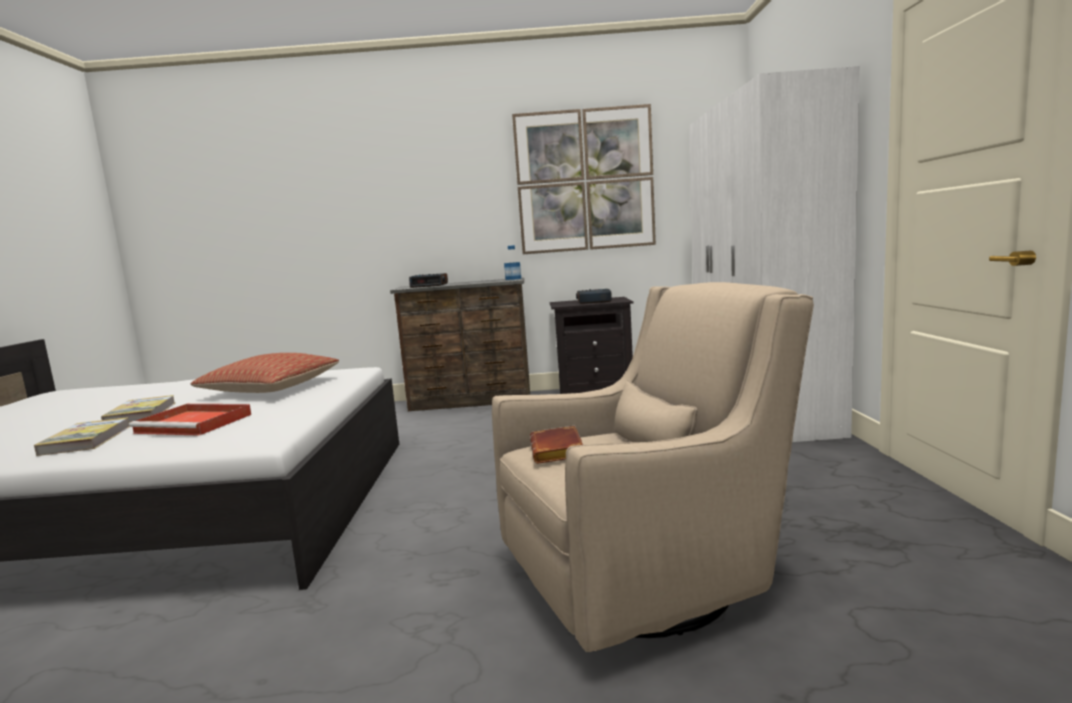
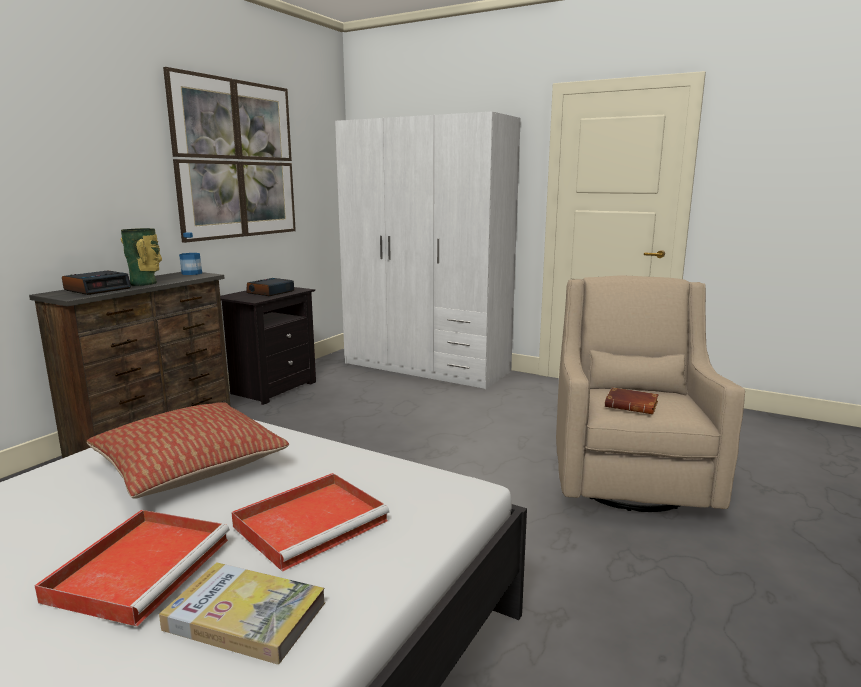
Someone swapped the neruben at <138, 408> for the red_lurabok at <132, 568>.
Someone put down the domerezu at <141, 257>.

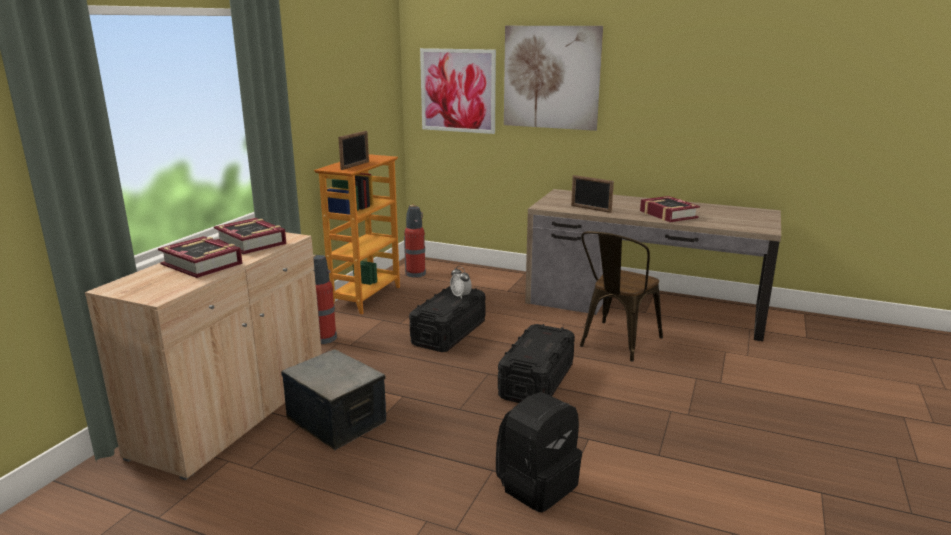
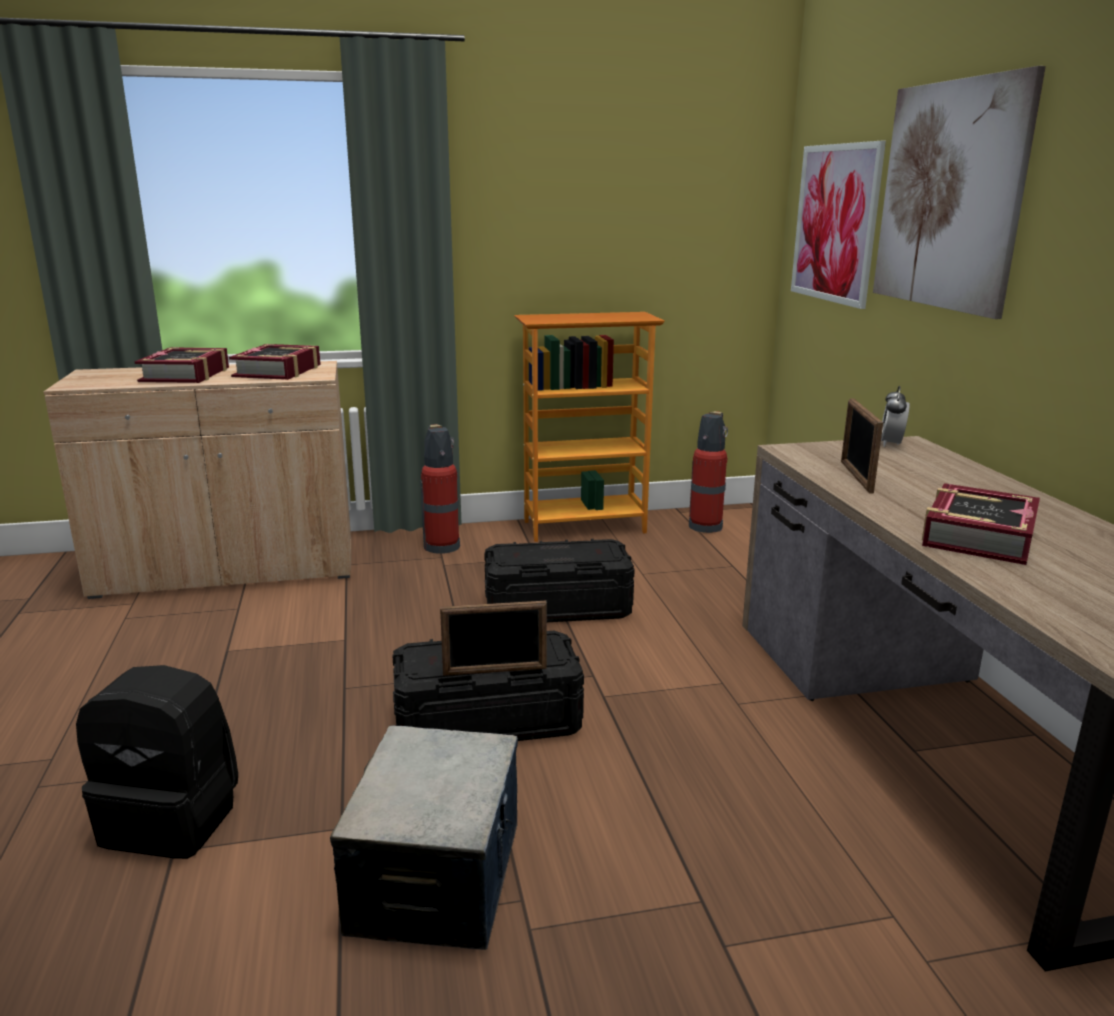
Someone carried the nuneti from <333, 399> to <424, 837>.
Someone carried the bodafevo from <353, 150> to <493, 638>.
Someone carried the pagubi from <461, 282> to <895, 416>.
Someone took away the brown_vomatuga at <621, 296>.

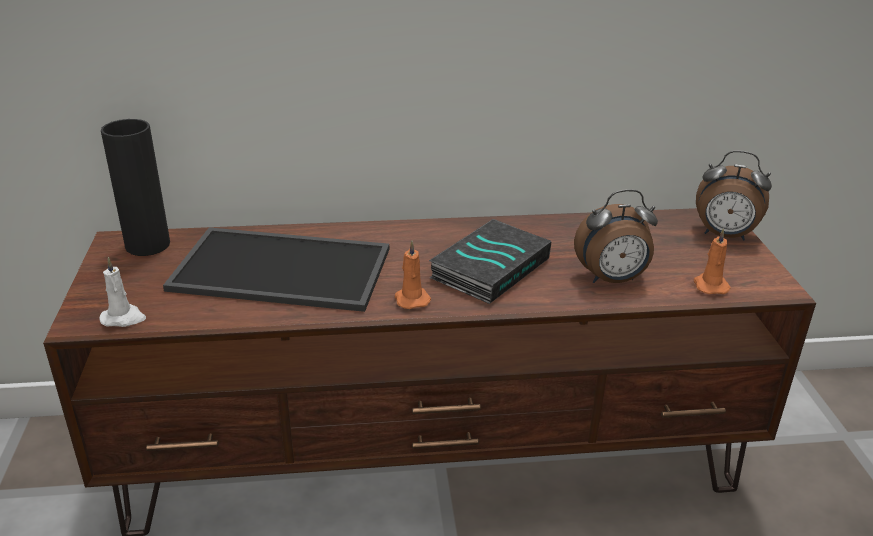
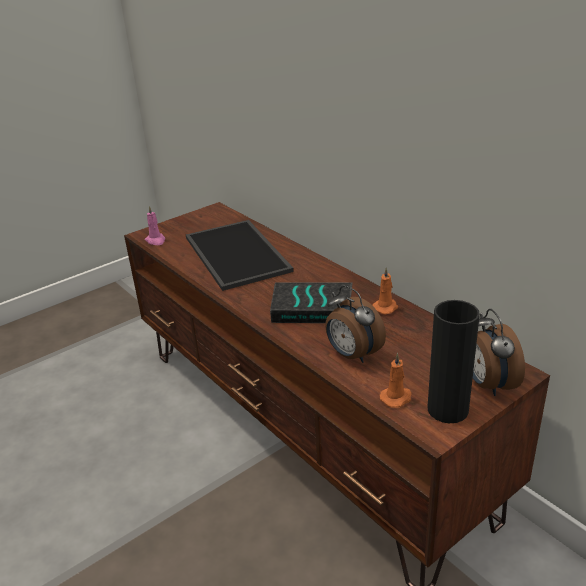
Someone repainted the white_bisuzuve at <122, 292>, which became the pink_bisuzuve at <155, 225>.
Someone carried the orange_bisuzuve from <413, 275> to <385, 291>.
Someone carried the black_domerezu from <135, 187> to <454, 361>.

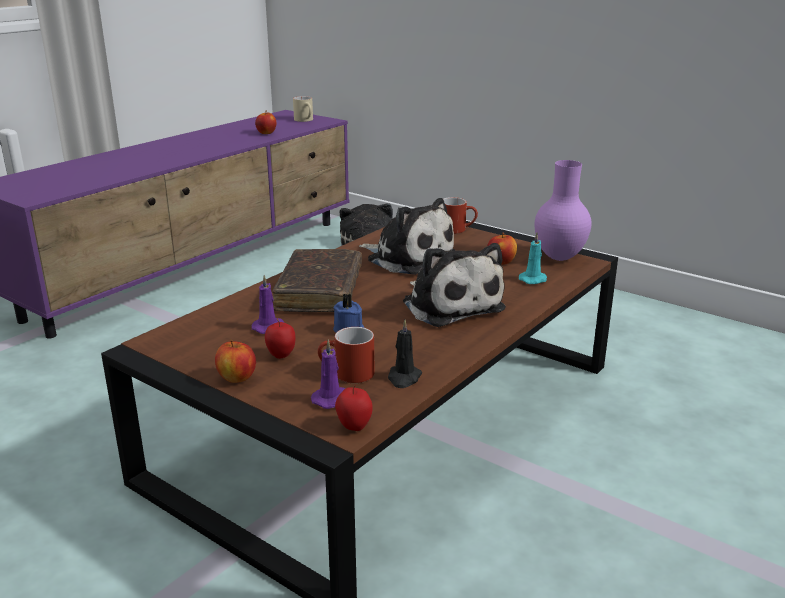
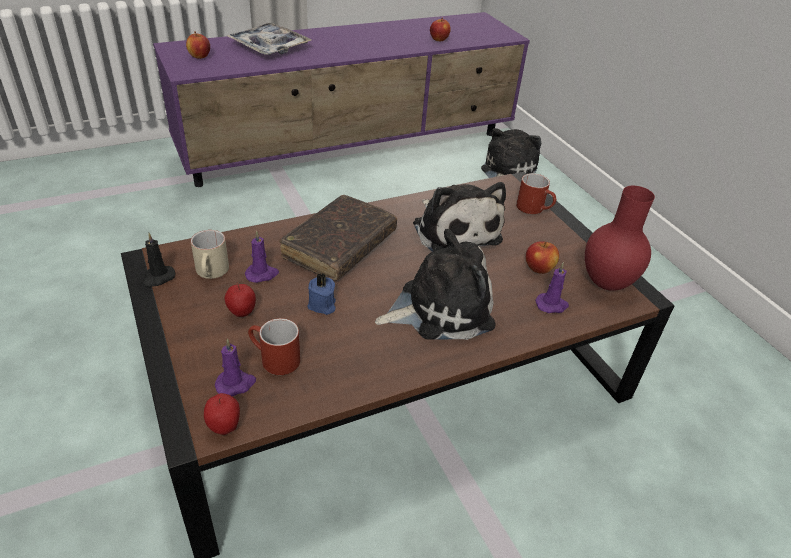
Someone carried the black_bisuzuve from <405, 354> to <158, 260>.
Someone carried the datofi from <235, 361> to <198, 45>.
Someone carried the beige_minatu from <303, 109> to <210, 254>.
Someone put down the lurabok at <269, 39>.
Someone rotated the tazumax at <454, 285> by 105 degrees counterclockwise.
Someone repainted the turquoise_bisuzuve at <533, 258>, which became the purple_bisuzuve at <552, 287>.
Someone repainted the purple_domerezu at <563, 210>, which became the red_domerezu at <620, 238>.

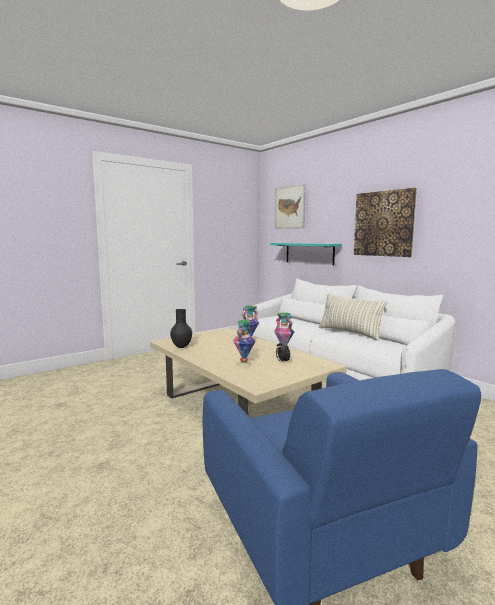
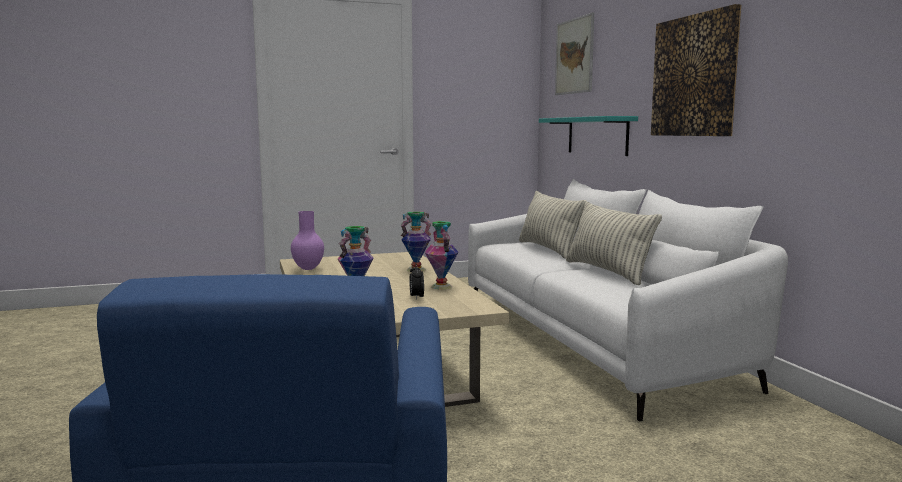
Someone repainted the black_domerezu at <181, 328>, which became the purple_domerezu at <307, 240>.
Someone put down the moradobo at <553, 225>.

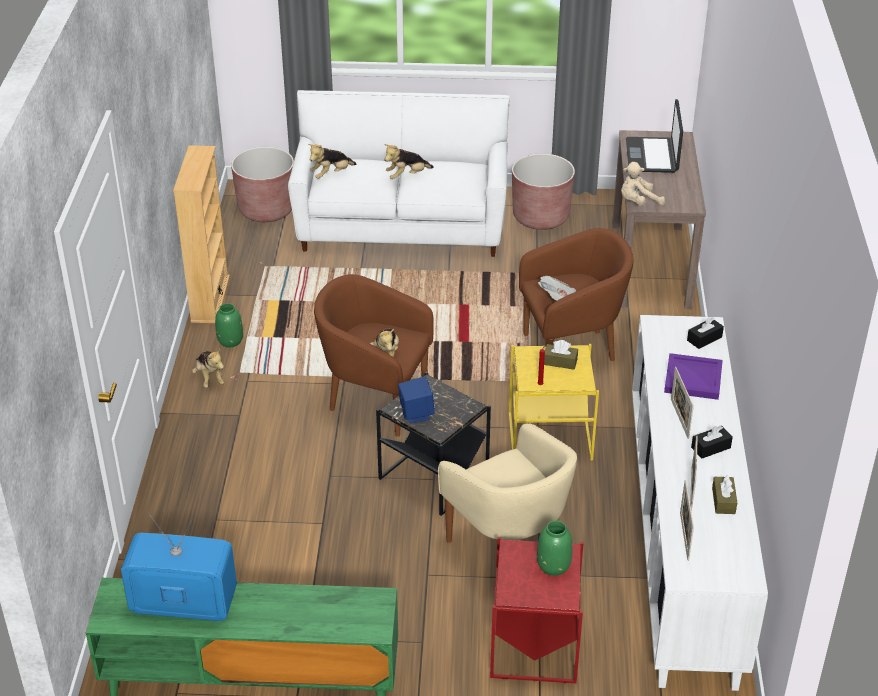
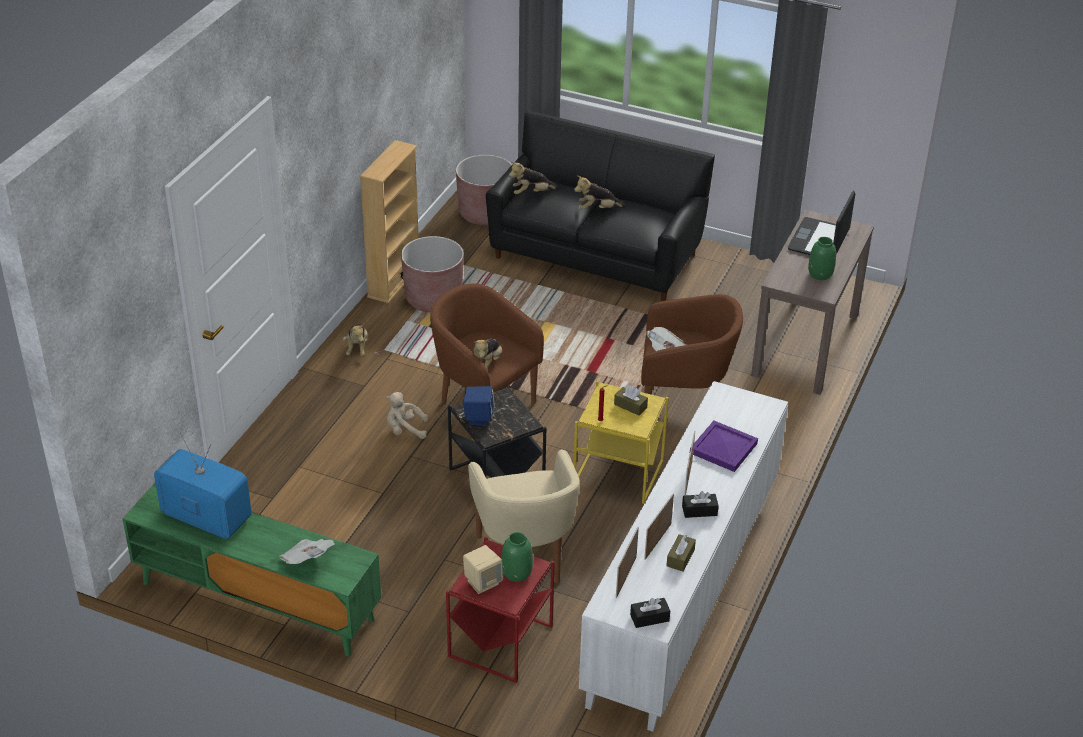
Someone put down the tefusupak at <307, 551>.
Someone carried the beige_tazumax from <643, 183> to <407, 415>.
Someone carried the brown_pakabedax from <543, 191> to <432, 274>.
Someone put down the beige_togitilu at <483, 569>.
Someone repainted the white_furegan at <399, 173>, which became the black_furegan at <600, 205>.
Someone carried the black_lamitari from <705, 333> to <650, 613>.
Someone carried the green_domerezu from <229, 325> to <822, 258>.

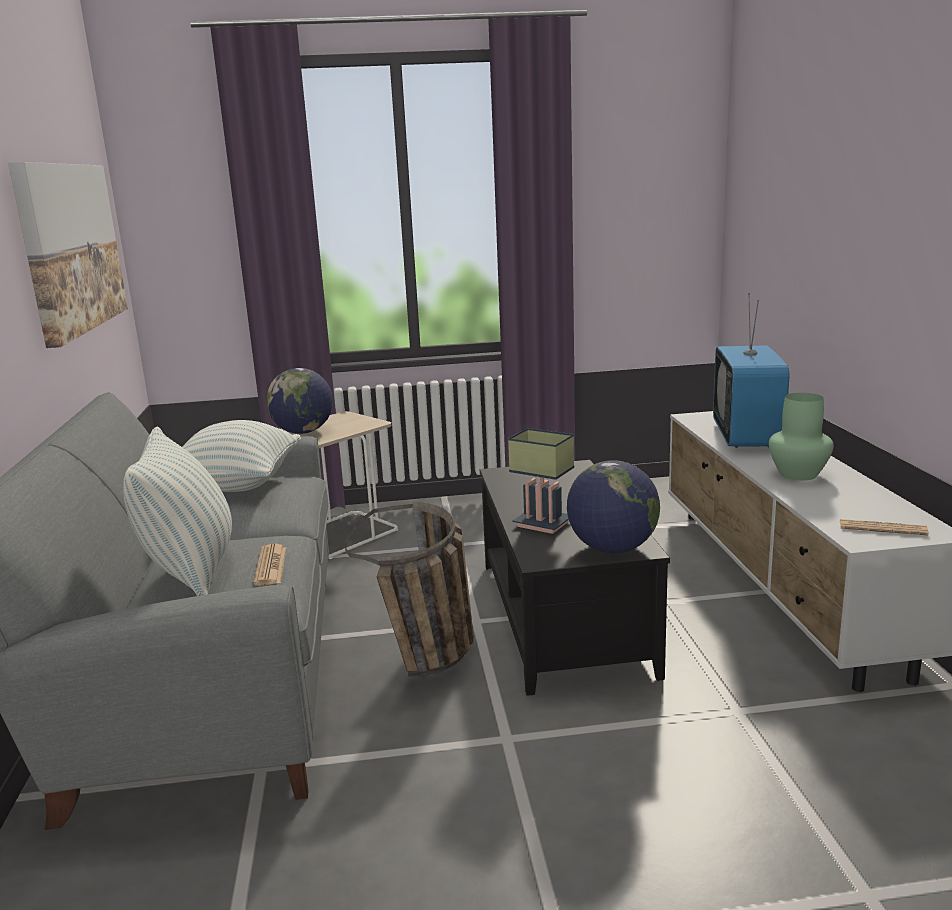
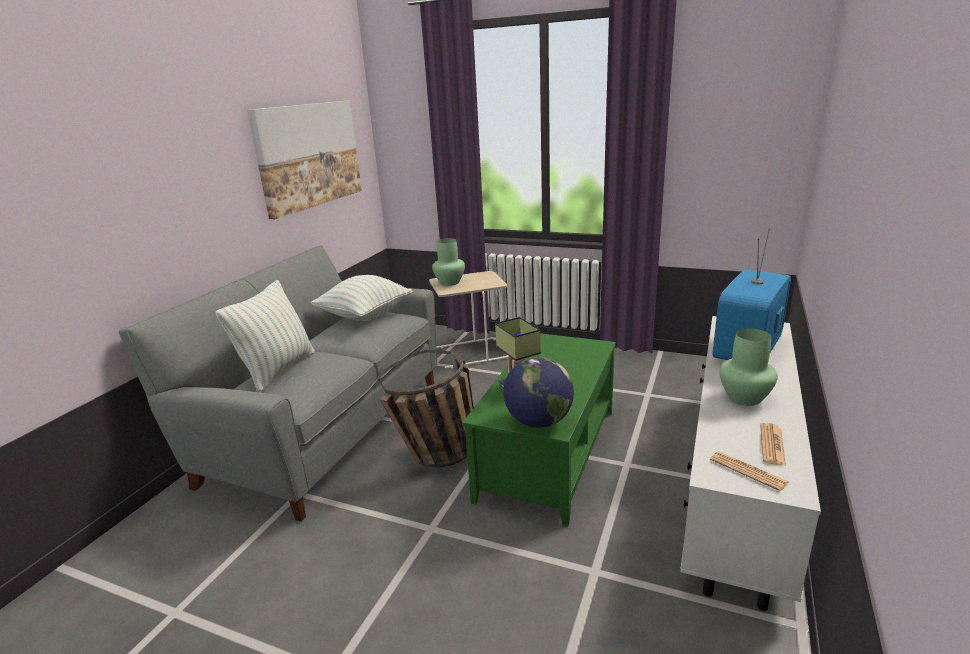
Someone swapped the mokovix at <299, 401> for the green_domerezu at <448, 262>.
Someone repainted the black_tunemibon at <575, 578>, which became the green_tunemibon at <539, 429>.
Someone carried the tefusupak from <270, 565> to <773, 444>.

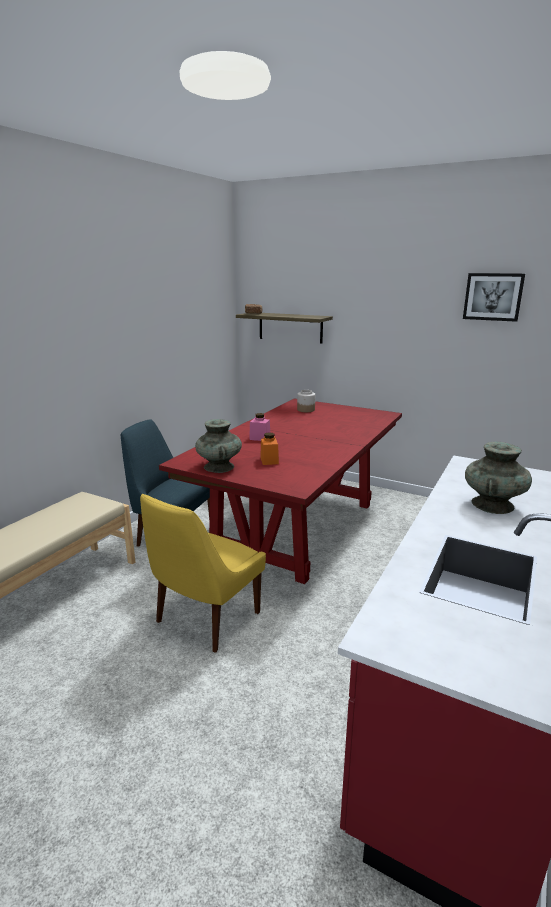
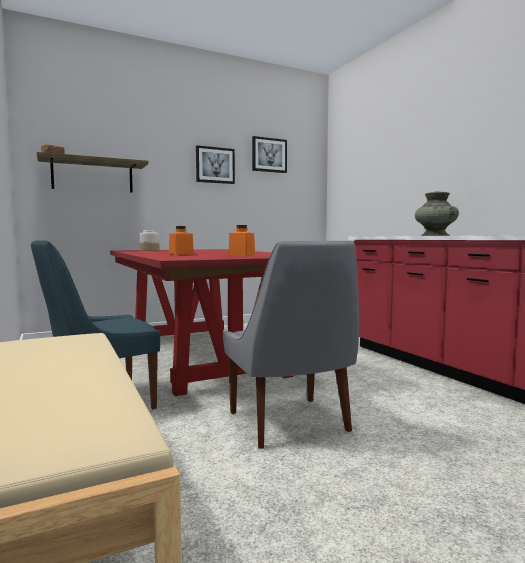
Someone repainted the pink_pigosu at <259, 427>, which became the orange_pigosu at <181, 240>.
Someone put up the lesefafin at <215, 164>.
Someone repainted the yellow_vomatuga at <203, 573>, which became the grey_vomatuga at <291, 345>.
Someone took away the turquoise_domerezu at <218, 446>.

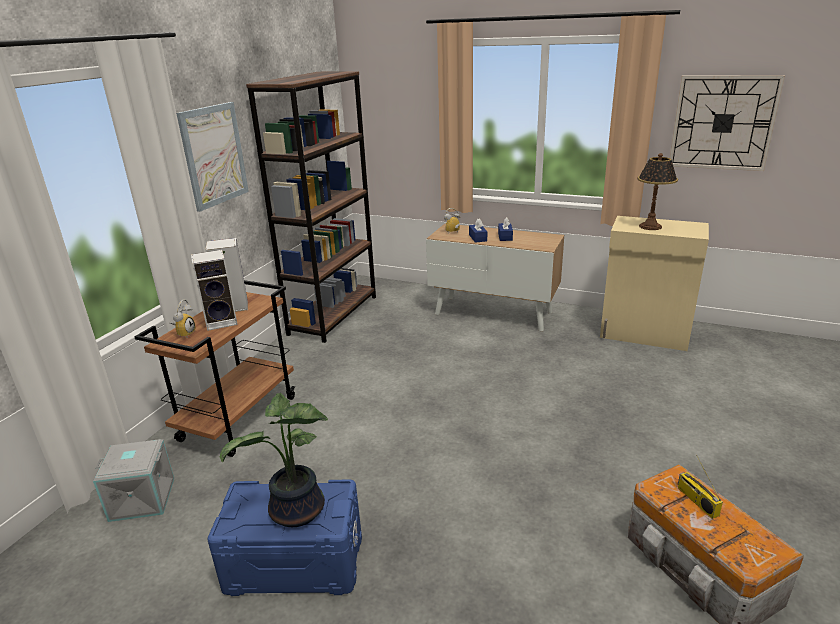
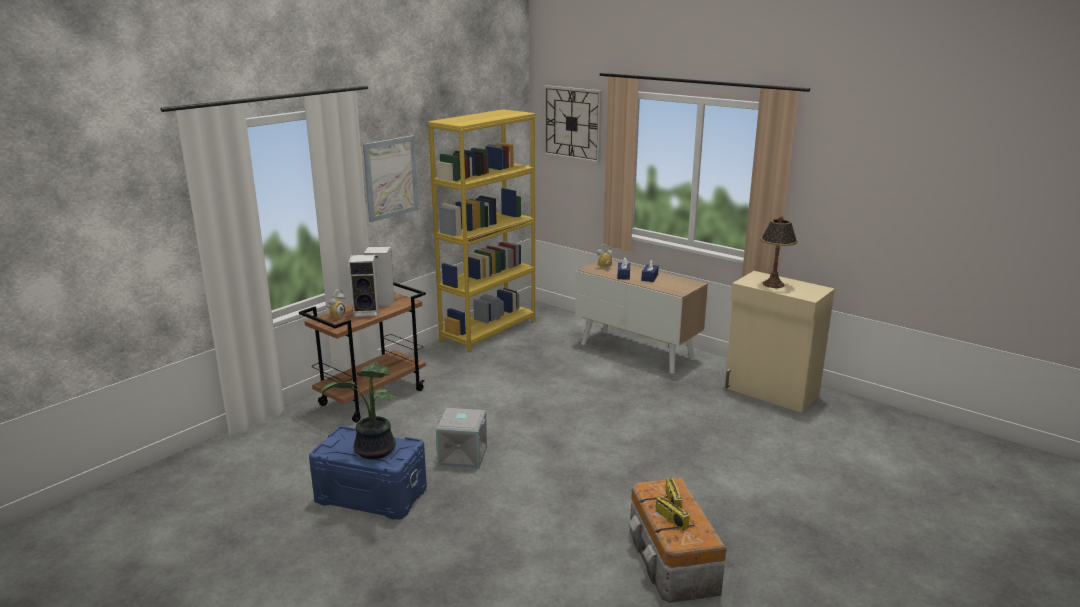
Someone repainted the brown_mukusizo at <311, 207>, which became the yellow_mukusizo at <481, 231>.
Someone carried the grey_nuneti from <133, 480> to <461, 438>.
Someone carried the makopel from <727, 123> to <572, 124>.
Someone put down the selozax at <673, 504>.

